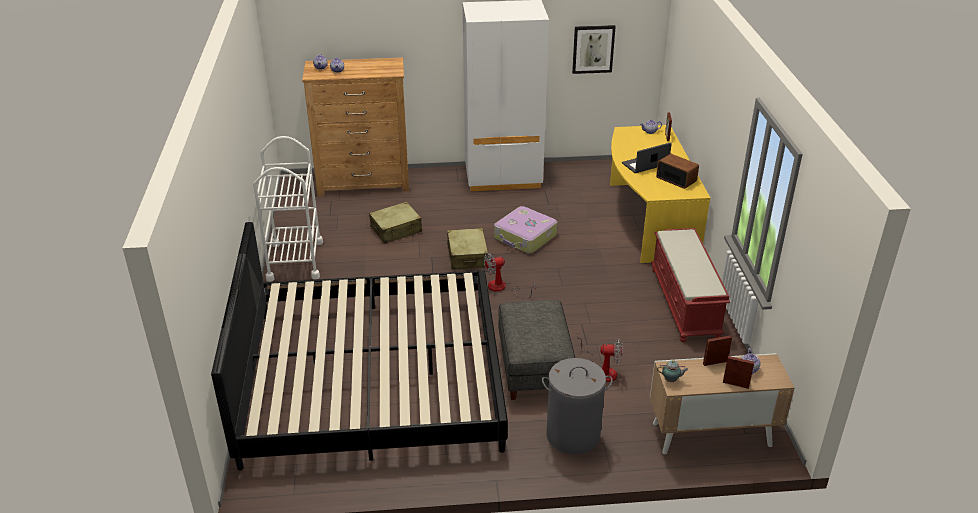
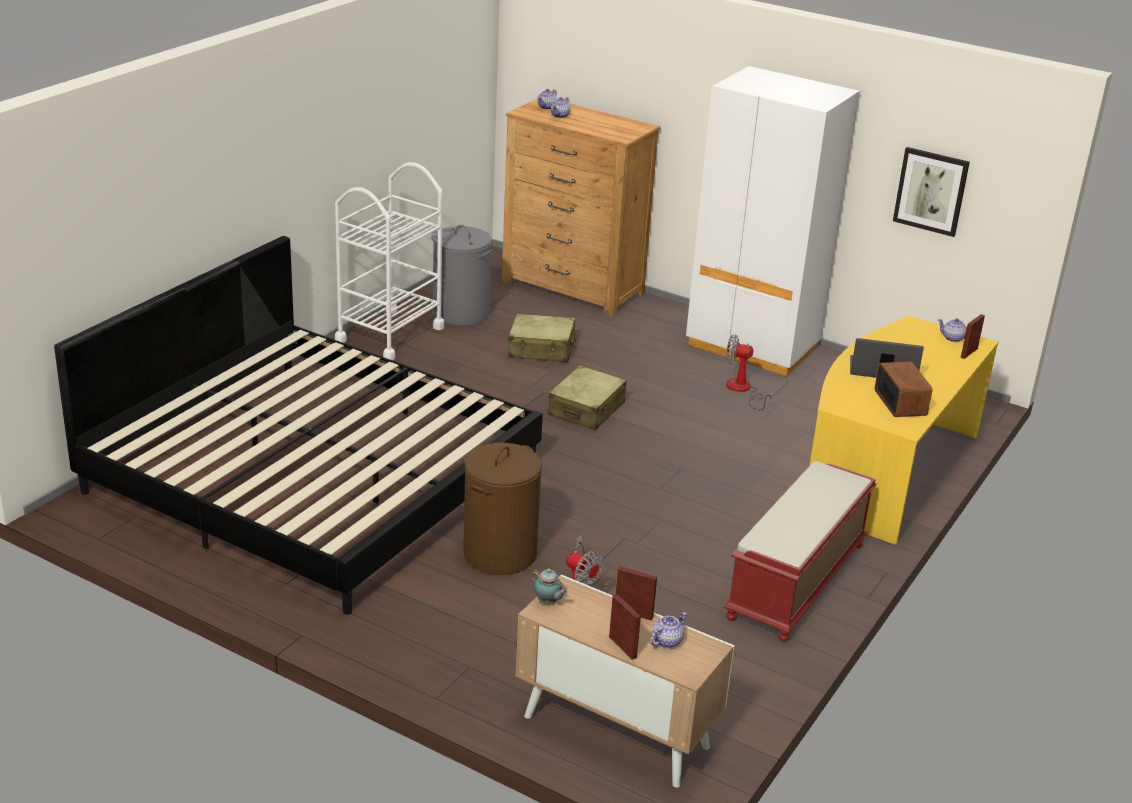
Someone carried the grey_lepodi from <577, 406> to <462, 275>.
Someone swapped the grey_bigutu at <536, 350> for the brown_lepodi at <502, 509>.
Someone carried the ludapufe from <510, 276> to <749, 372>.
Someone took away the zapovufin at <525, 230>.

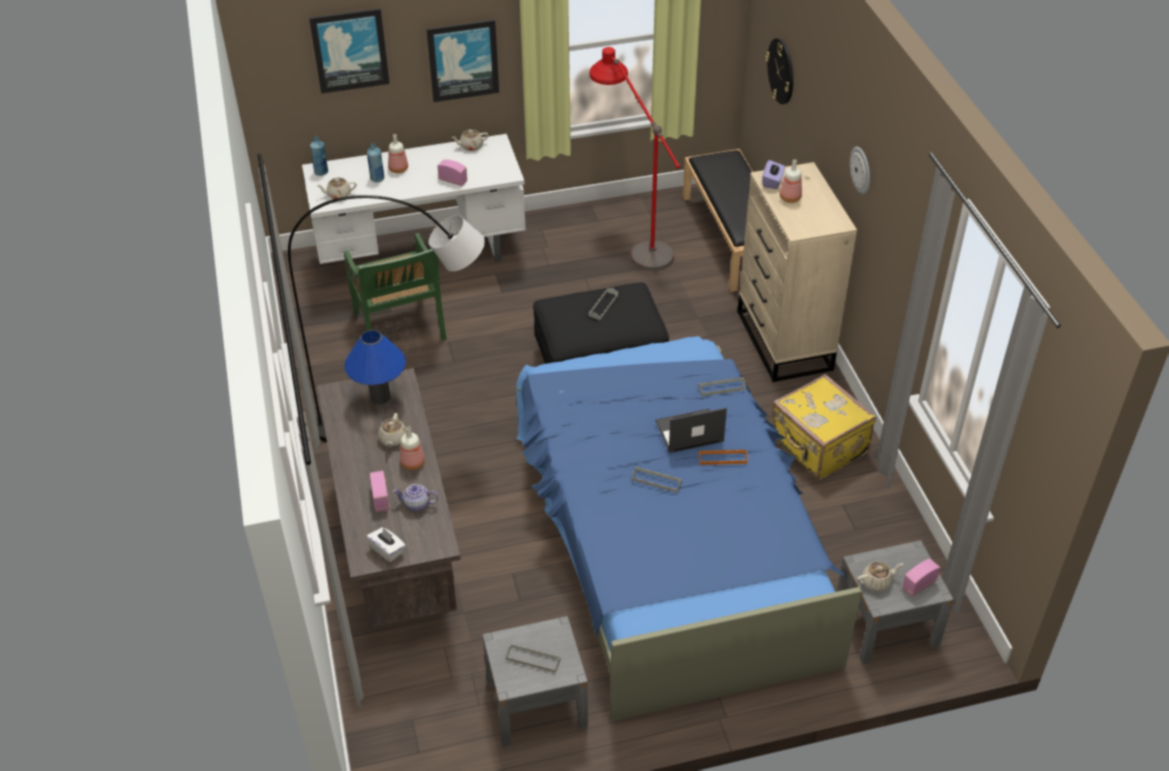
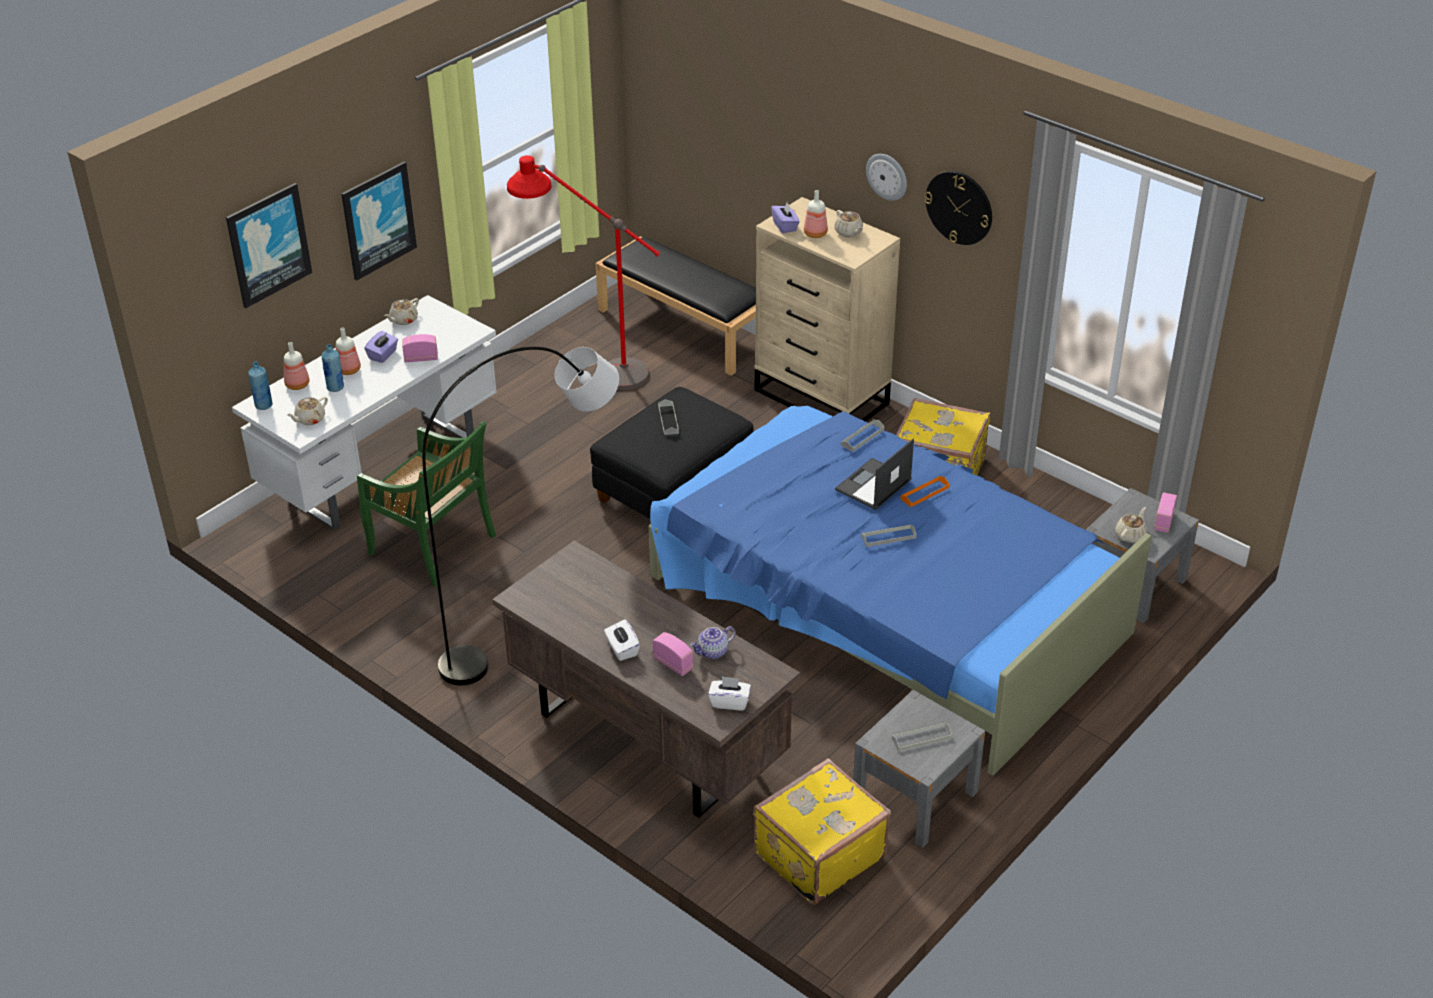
Someone carried the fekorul from <412, 448> to <296, 366>.
Someone put down the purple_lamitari at <381, 347>.
Someone put down the white_lamitari at <622, 640>.
Someone put down the yellow_zapovufin at <822, 831>.
Someone carried the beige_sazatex from <392, 430> to <848, 223>.
Someone carried the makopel from <779, 71> to <958, 208>.
Someone took away the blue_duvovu at <375, 367>.

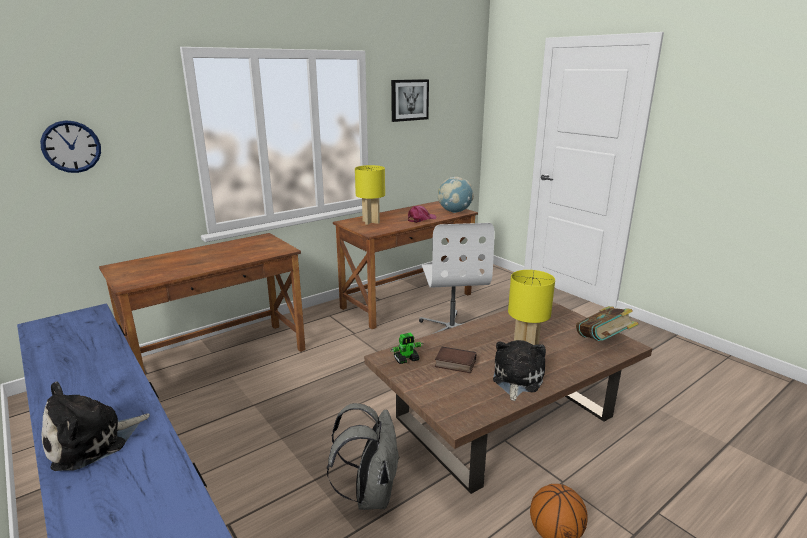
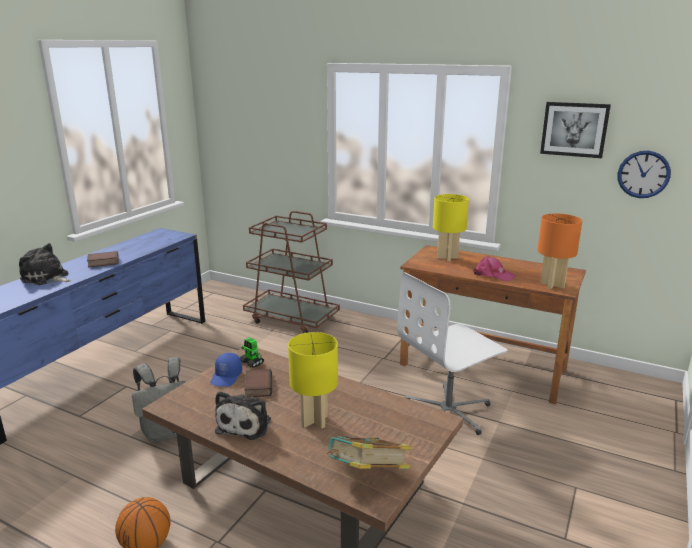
Someone put down the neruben at <103, 259>.
Someone put down the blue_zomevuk at <226, 369>.
Someone rotated the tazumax at <519, 370> by 105 degrees clockwise.
Someone swapped the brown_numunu at <202, 304> for the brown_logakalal at <291, 272>.
Someone swapped the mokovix at <456, 195> for the orange_duvovu at <559, 251>.
Someone carried the makopel from <70, 146> to <644, 174>.

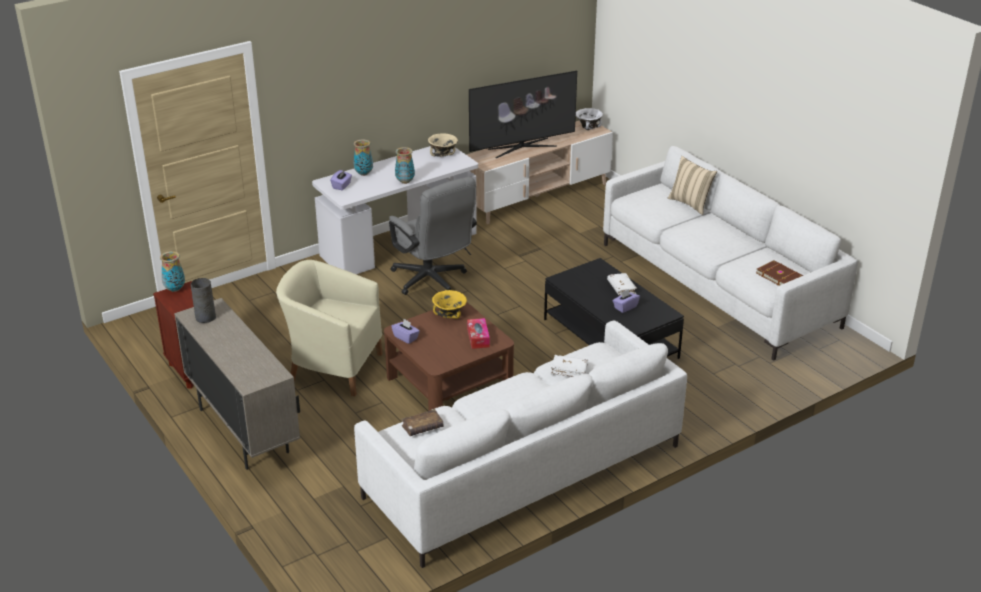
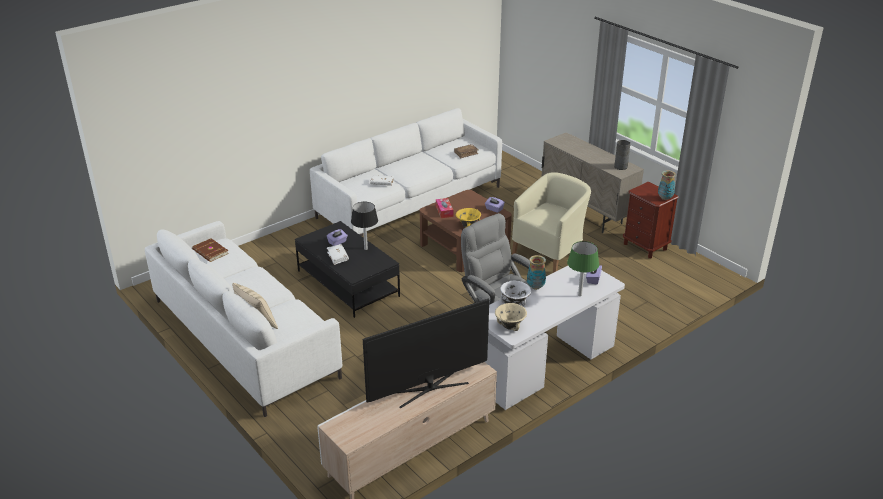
Someone put down the black_duvovu at <364, 226>.
Someone carried the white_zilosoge from <589, 119> to <515, 293>.
Someone rotated the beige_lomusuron at <329, 328> by 60 degrees counterclockwise.
Someone swapped the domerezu at <363, 157> for the green_duvovu at <583, 268>.

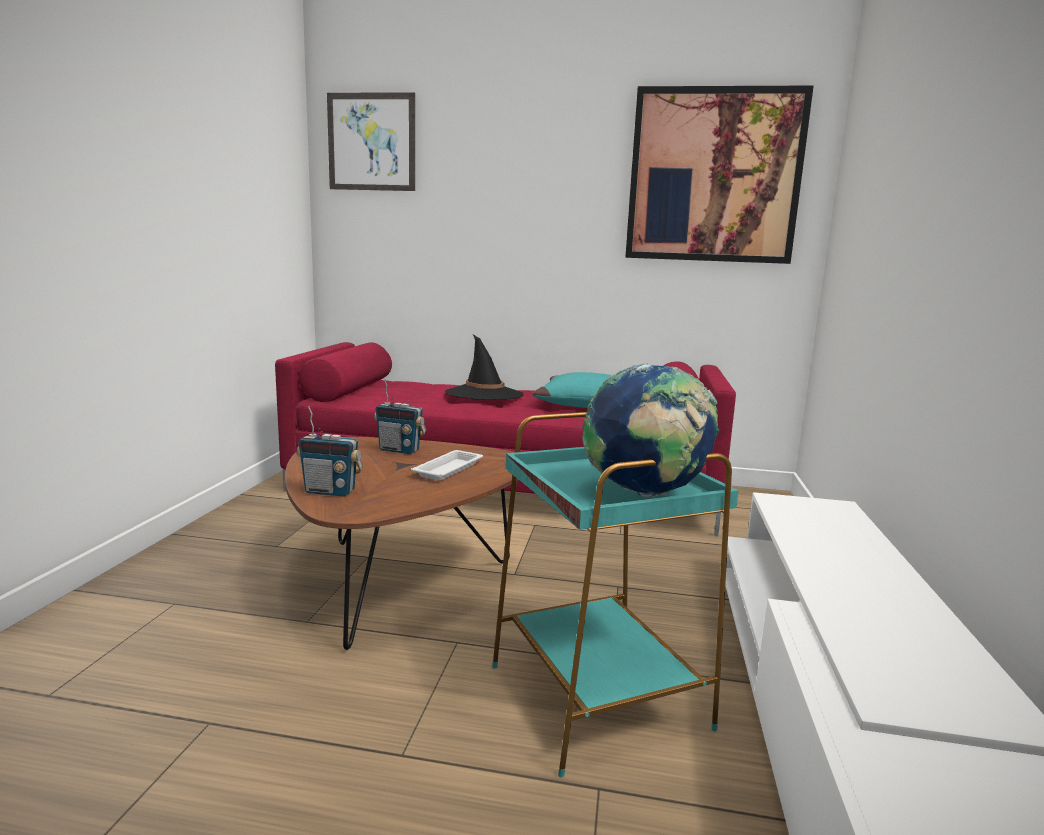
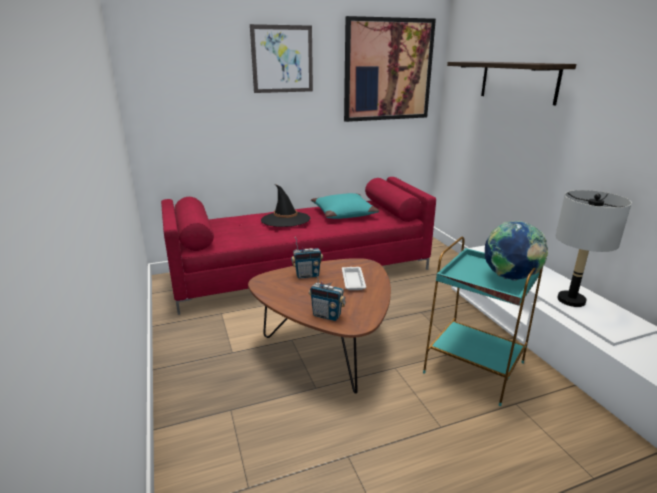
Someone carried the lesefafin from <371, 141> to <281, 58>.
Someone rotated the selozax at <330, 451> by 45 degrees clockwise.
Someone put up the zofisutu at <511, 83>.
Someone put down the grey_duvovu at <594, 248>.

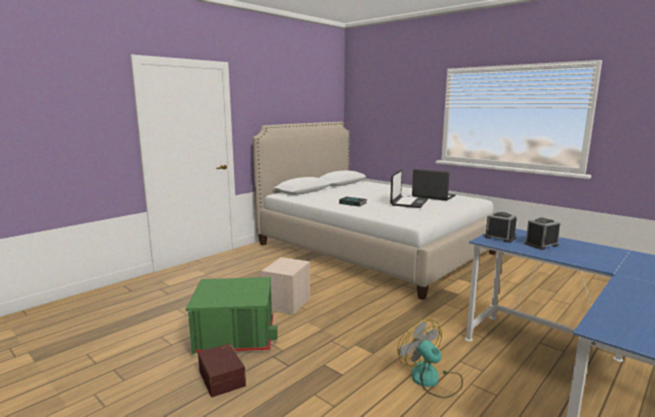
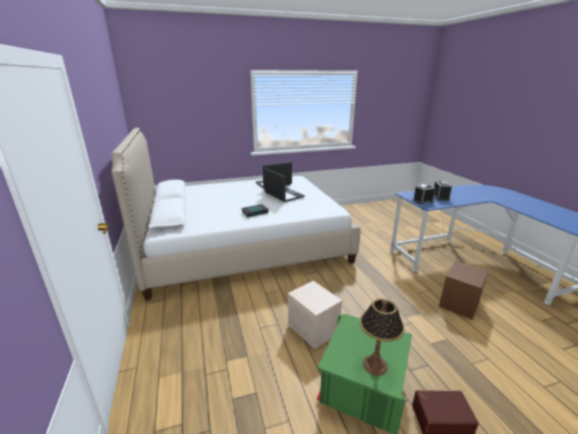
Someone put down the duvovu at <382, 337>.
Someone swapped the ludapufe at <430, 358> for the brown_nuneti at <463, 289>.

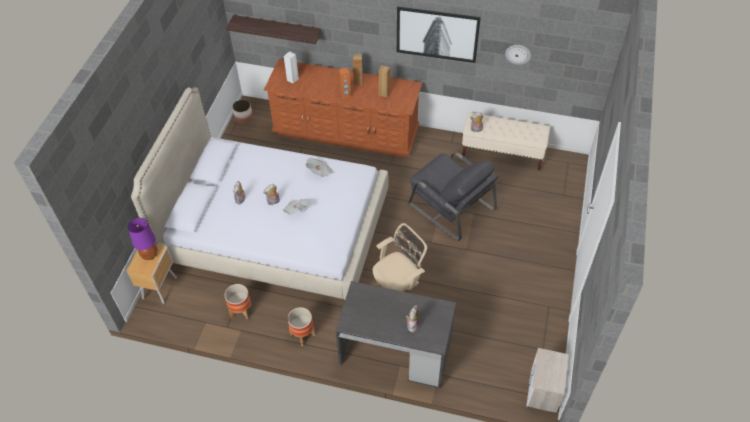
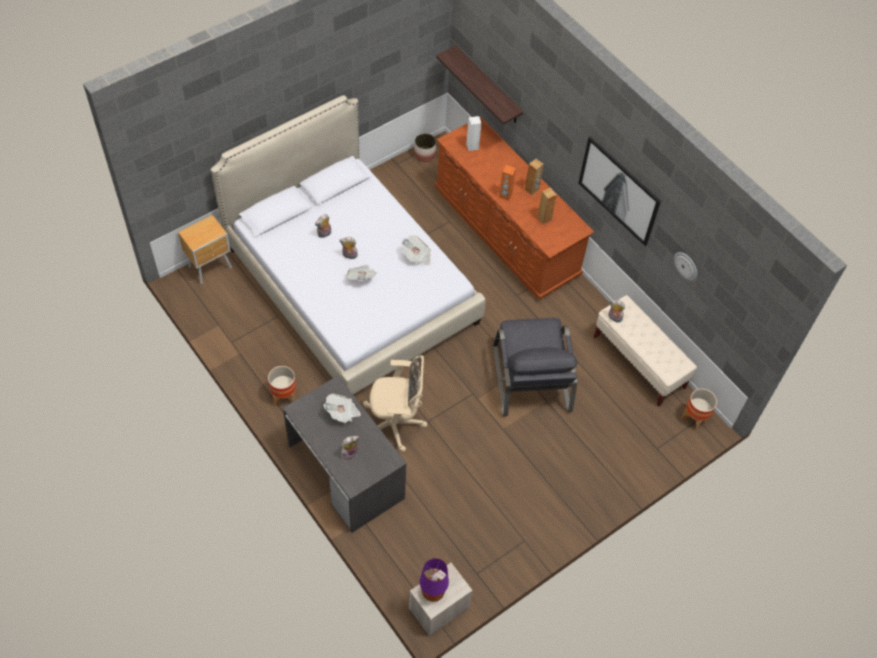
Someone put down the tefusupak at <342, 408>.
Someone carried the purple_duvovu from <143, 239> to <434, 580>.
Someone carried the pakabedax from <238, 302> to <699, 410>.

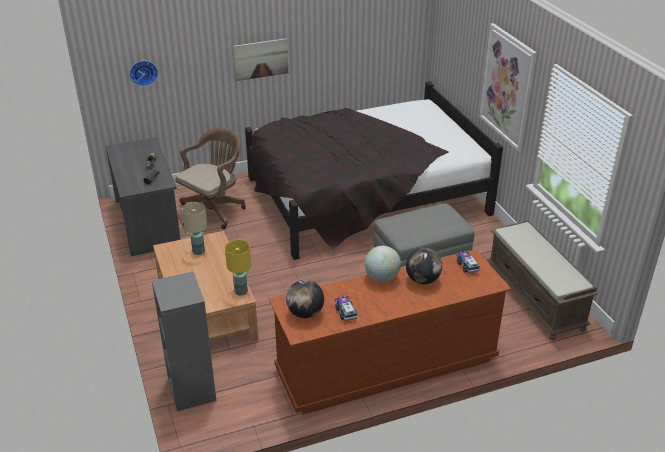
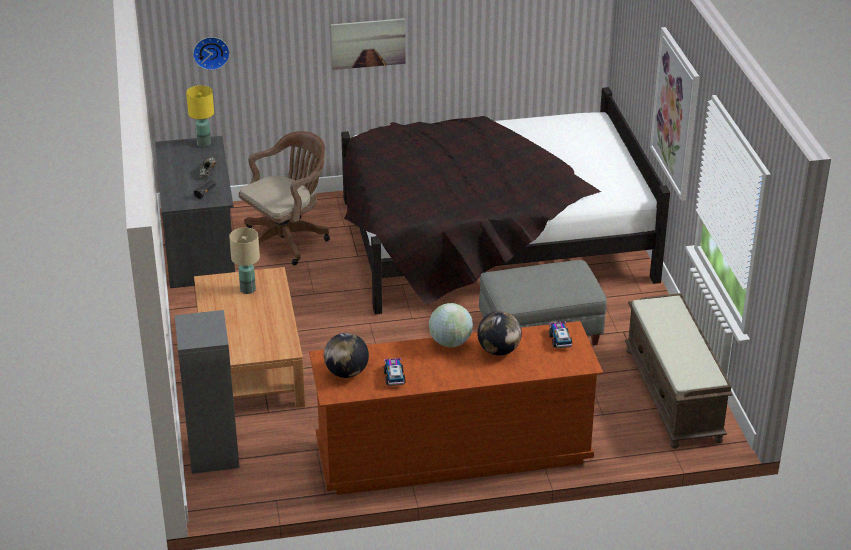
Someone carried the yellow_duvovu from <238, 268> to <200, 116>.

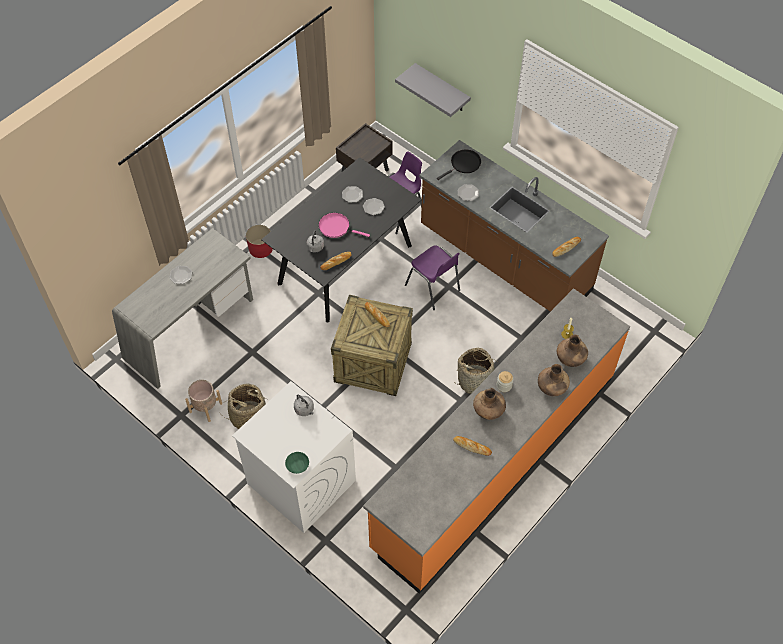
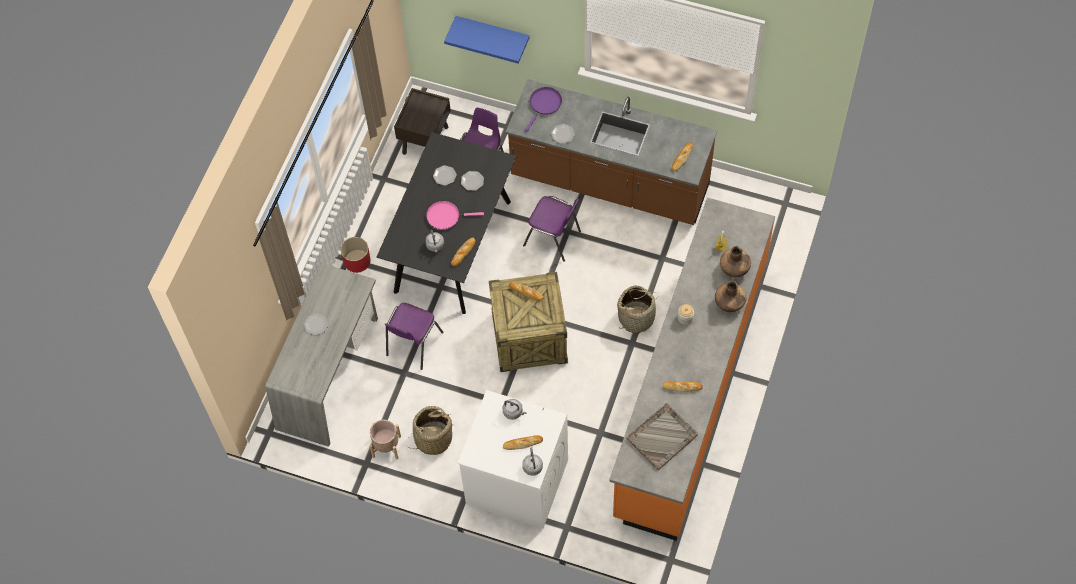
Someone put down the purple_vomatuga at <414, 336>.
Someone repainted the grey_zofisutu at <433, 90>, which became the blue_zofisutu at <487, 40>.
Someone put down the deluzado at <523, 442>.
Someone swapped the green_zilosoge at <297, 463> for the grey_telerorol at <532, 461>.
Someone repainted the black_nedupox at <459, 164>, which became the purple_nedupox at <543, 109>.
Someone put down the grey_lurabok at <662, 436>.
Someone took away the brown_domerezu at <489, 404>.

